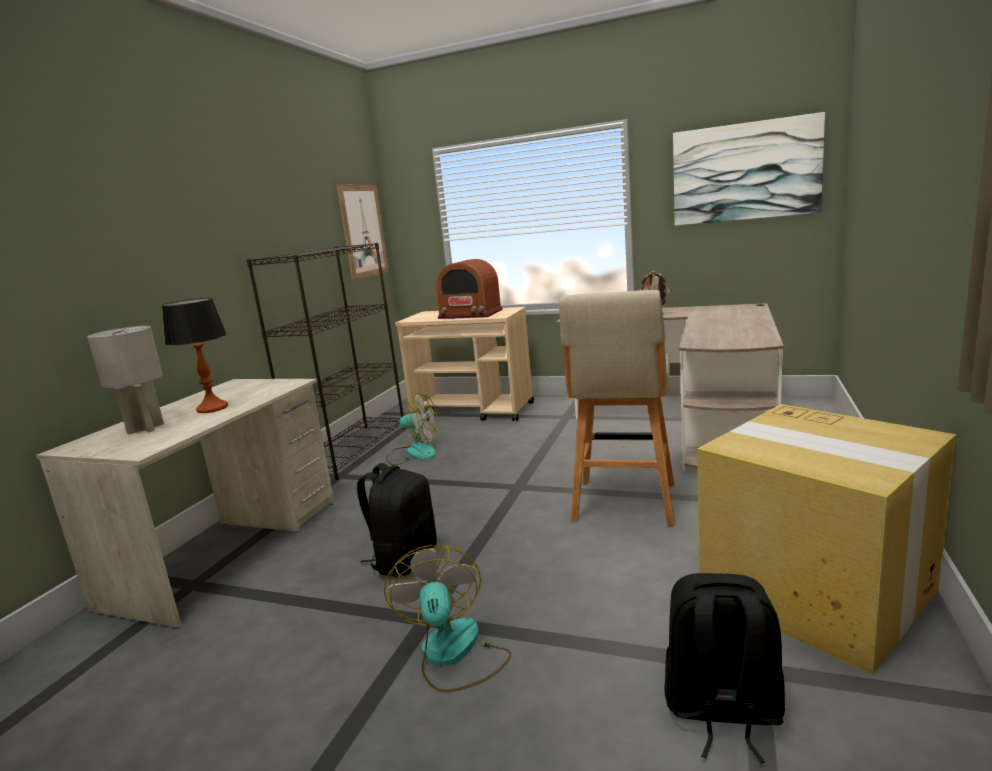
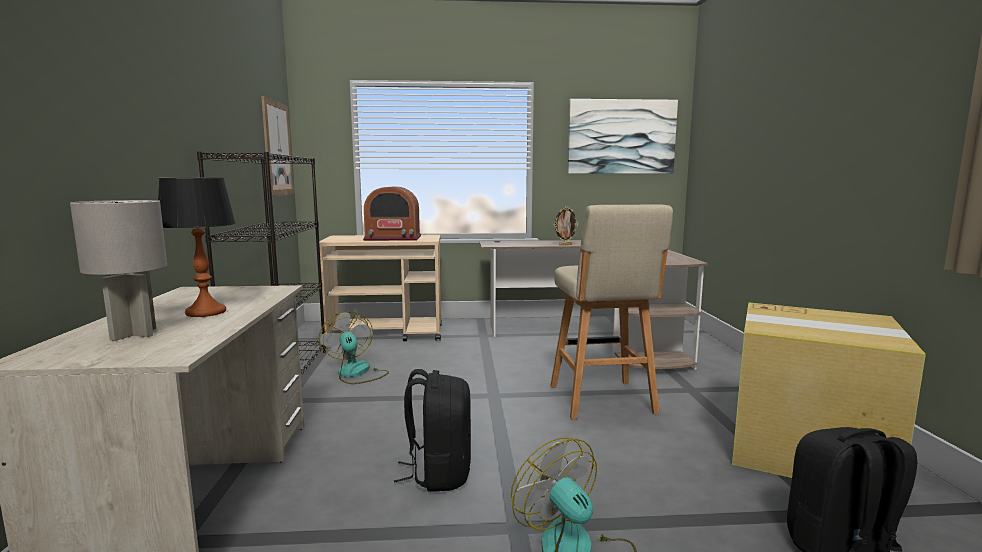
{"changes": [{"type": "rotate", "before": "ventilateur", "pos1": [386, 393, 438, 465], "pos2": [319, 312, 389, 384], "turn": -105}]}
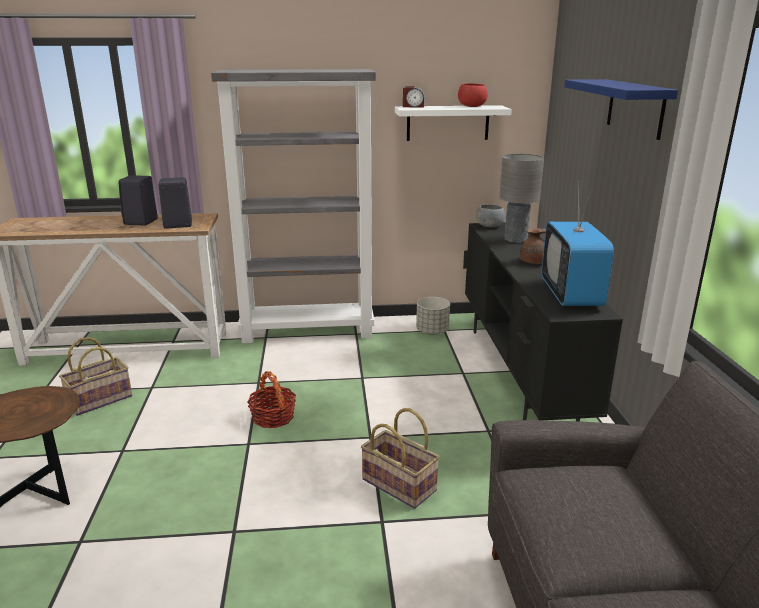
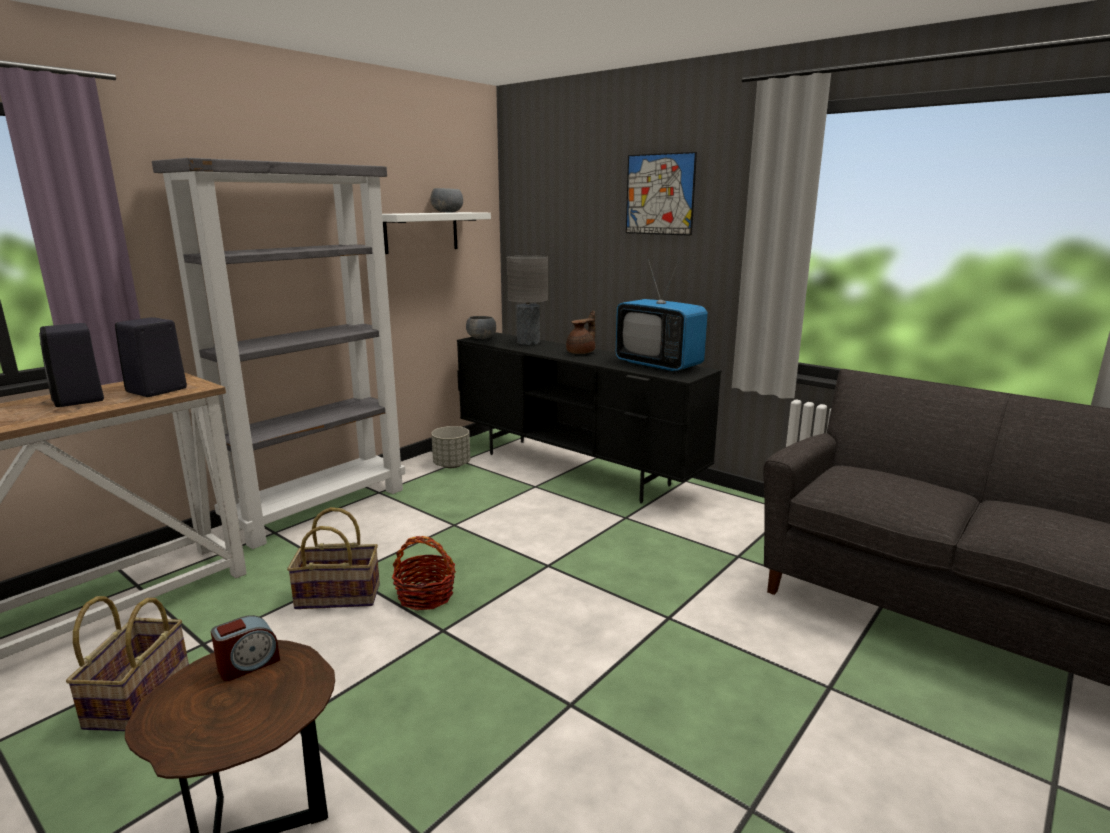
{"changes": [{"type": "replace", "before": "étagère (bleu)", "after": "tableau", "pos1": [564, 79, 678, 140], "pos2": [626, 152, 697, 236]}, {"type": "recolor", "before": "bol (rouge)", "after": "bol (gris)", "pos1": [458, 83, 488, 107], "pos2": [430, 188, 463, 213]}, {"type": "move", "before": "réveil", "pos1": [403, 86, 424, 108], "pos2": [211, 615, 280, 681]}, {"type": "move", "before": "panier", "pos1": [361, 408, 440, 509], "pos2": [287, 507, 380, 609]}]}
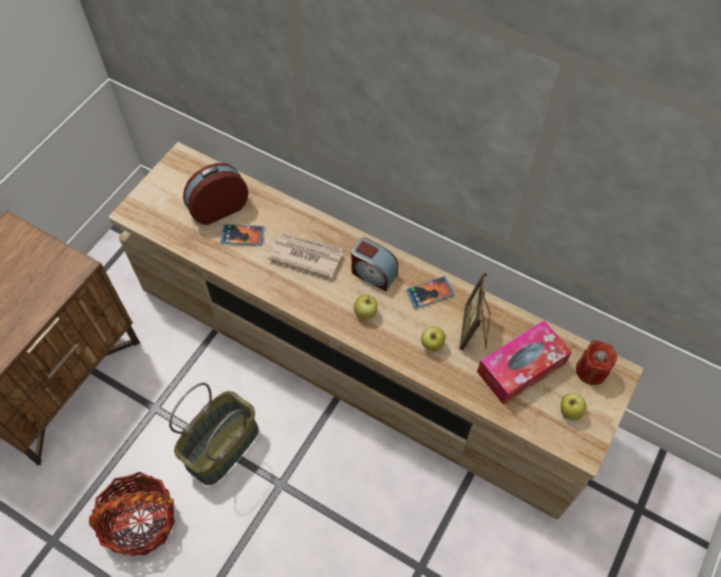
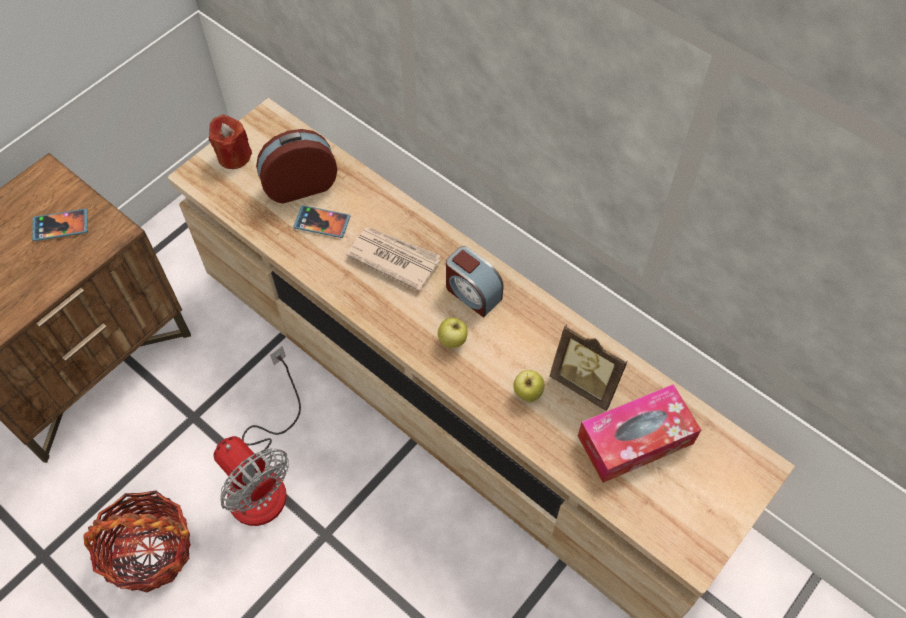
{"changes": [{"type": "rotate", "before": "cadre photo", "pos1": [459, 273, 490, 350], "pos2": [549, 324, 627, 411], "turn": -75}, {"type": "move", "before": "téléphone", "pos1": [406, 276, 454, 309], "pos2": [32, 209, 88, 241]}, {"type": "move", "before": "bougie (rouge)", "pos1": [576, 340, 617, 385], "pos2": [209, 114, 252, 169]}, {"type": "replace", "before": "panier", "after": "ventilateur", "pos1": [169, 383, 259, 485], "pos2": [214, 346, 301, 526]}, {"type": "delete", "before": "pomme", "pos1": [560, 393, 586, 420]}]}
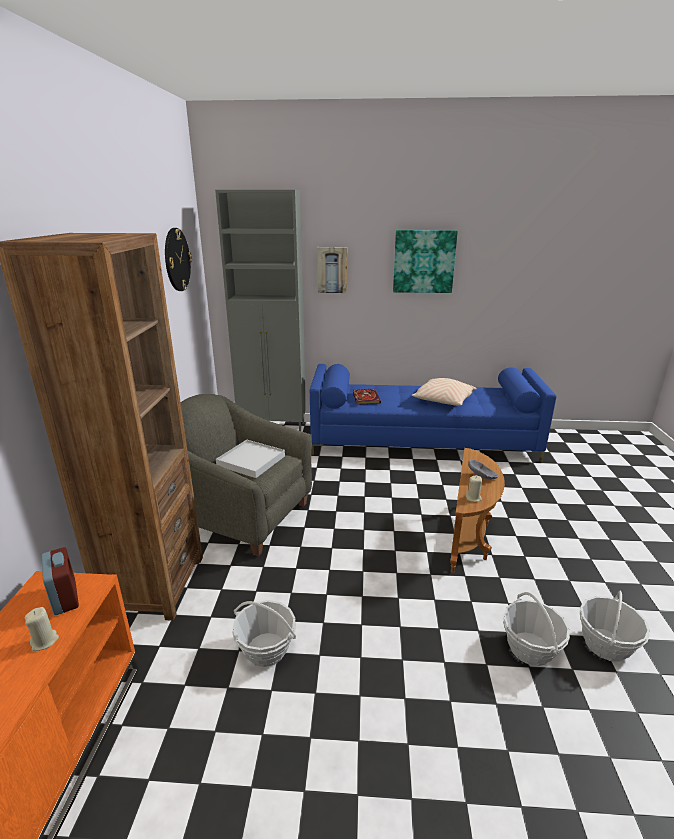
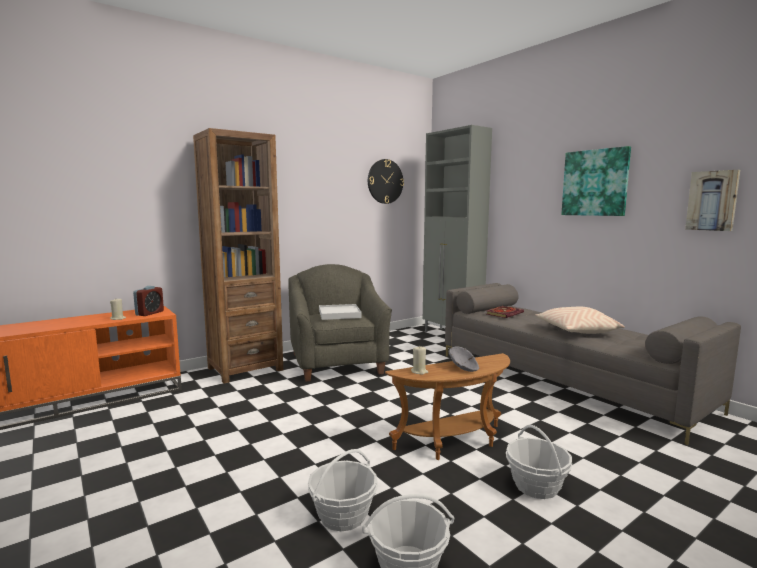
{"changes": [{"type": "move", "before": "tableau", "pos1": [317, 247, 347, 293], "pos2": [685, 170, 740, 231]}, {"type": "recolor", "before": "canapé (bleu)", "after": "canapé (gris)", "pos1": [310, 364, 556, 463], "pos2": [445, 283, 741, 445]}, {"type": "move", "before": "panier", "pos1": [232, 600, 296, 667], "pos2": [506, 425, 572, 499]}]}
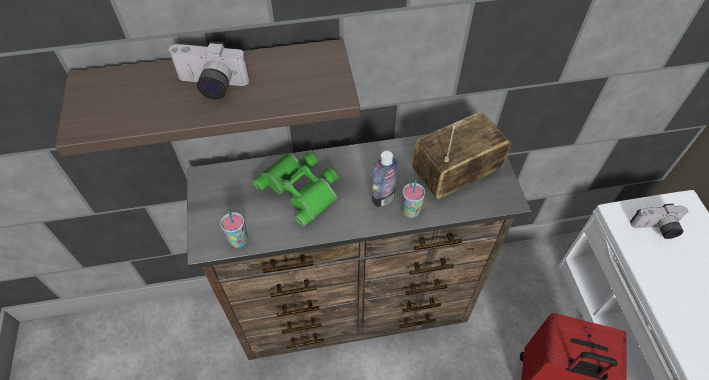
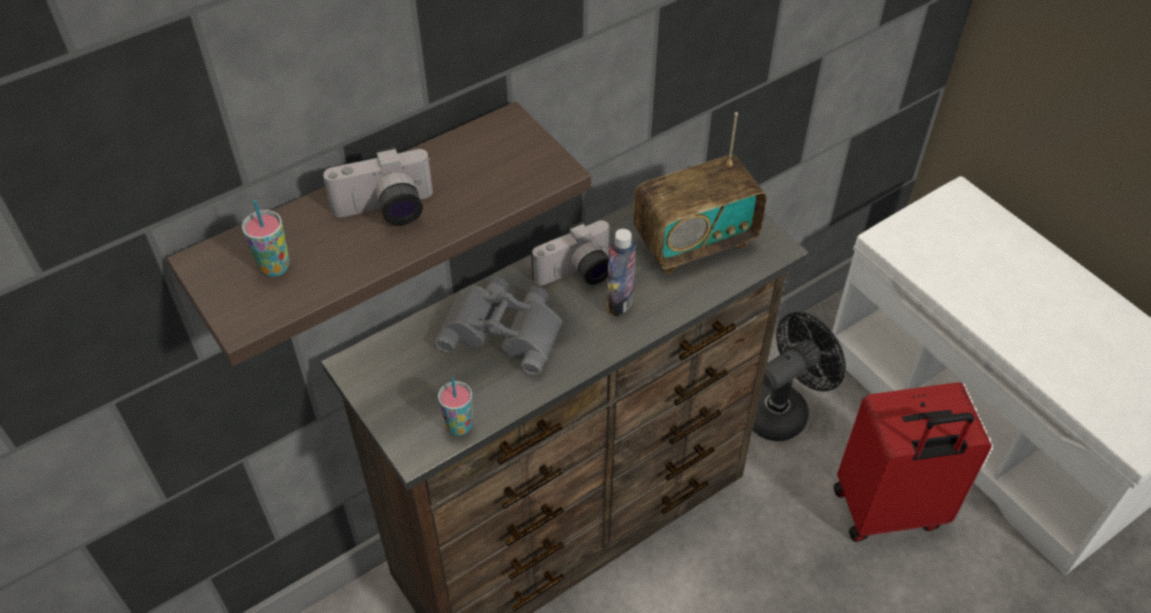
{"changes": [{"type": "rotate", "before": "radio", "pos1": [412, 112, 510, 200], "pos2": [633, 112, 766, 274], "turn": -150}, {"type": "recolor", "before": "jumelles (vert)", "after": "jumelles (gris)", "pos1": [252, 152, 338, 227], "pos2": [434, 276, 562, 376]}, {"type": "move", "before": "tasse", "pos1": [402, 180, 425, 218], "pos2": [242, 200, 290, 277]}, {"type": "move", "before": "appareil photo", "pos1": [630, 204, 688, 239], "pos2": [531, 220, 610, 286]}, {"type": "insert", "after": "ventilateur (noir)", "pos2": [752, 312, 846, 441]}]}
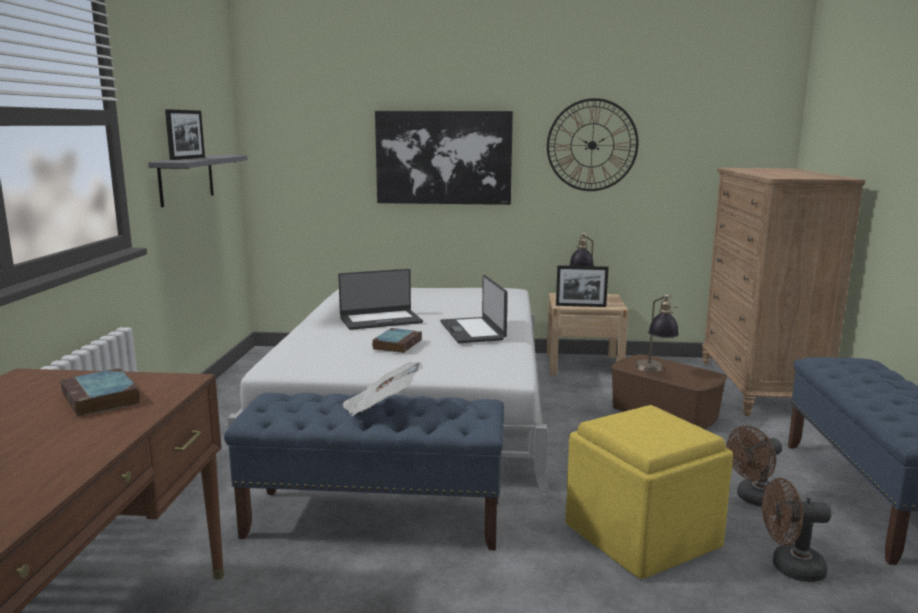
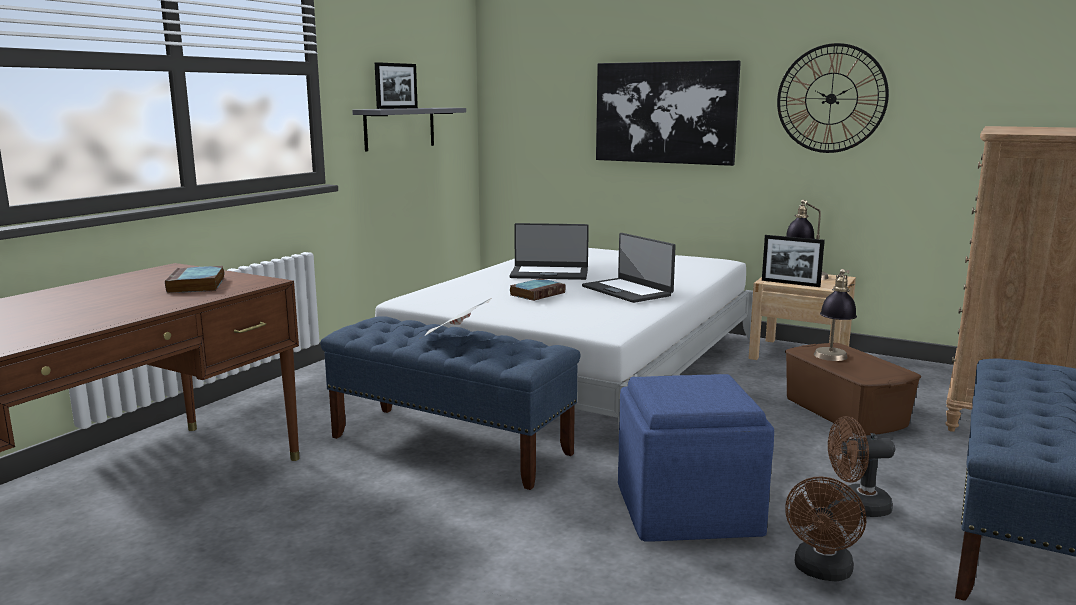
{"changes": [{"type": "rotate", "before": "ordinateur portable", "pos1": [440, 275, 508, 343], "pos2": [582, 233, 676, 303], "turn": -45}, {"type": "recolor", "before": "pouf (jaune)", "after": "pouf (bleu)", "pos1": [566, 405, 733, 579], "pos2": [618, 374, 774, 542]}, {"type": "rotate", "before": "ventilateur (marron)", "pos1": [762, 478, 831, 582], "pos2": [785, 477, 866, 582], "turn": -90}]}
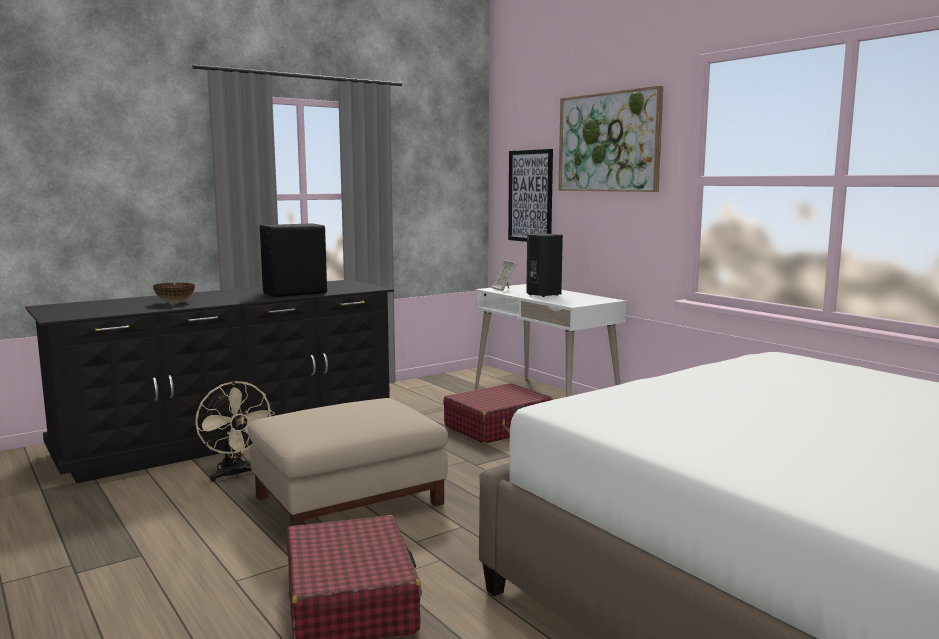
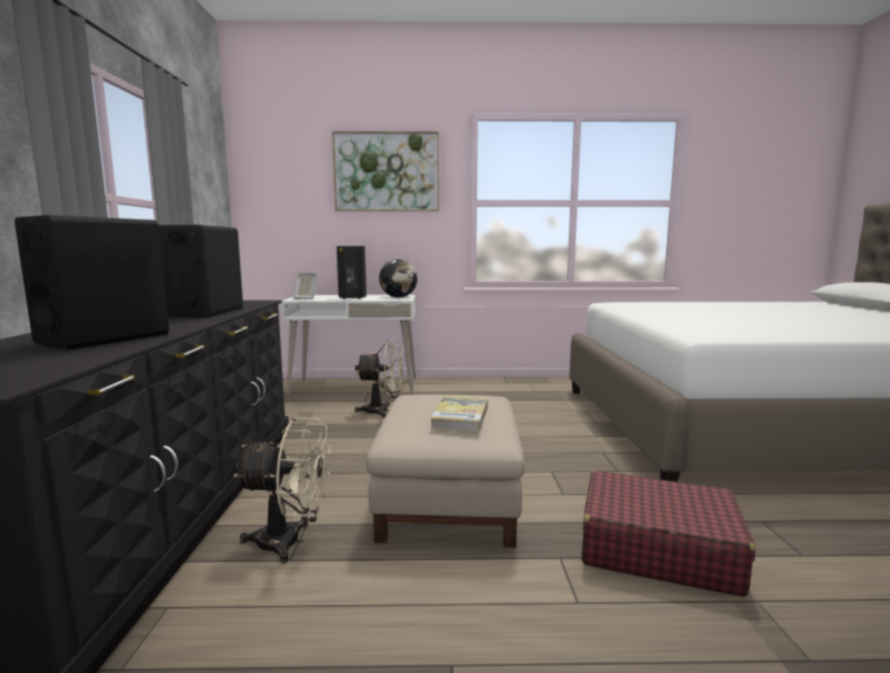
{"changes": [{"type": "delete", "before": "tableau", "pos1": [508, 149, 553, 242]}, {"type": "replace", "before": "bol", "after": "enceinte (noir)", "pos1": [153, 283, 195, 303], "pos2": [15, 215, 169, 350]}, {"type": "replace", "before": "valise (rouge)", "after": "ventilateur (beige)", "pos1": [443, 383, 553, 444], "pos2": [355, 340, 403, 418]}, {"type": "insert", "after": "globe", "pos2": [379, 259, 417, 298]}, {"type": "insert", "after": "livre", "pos2": [430, 396, 488, 432]}]}
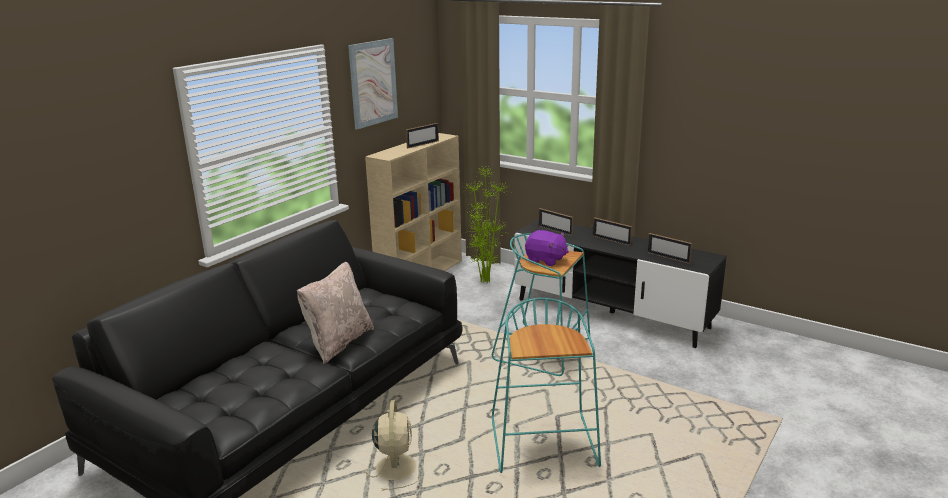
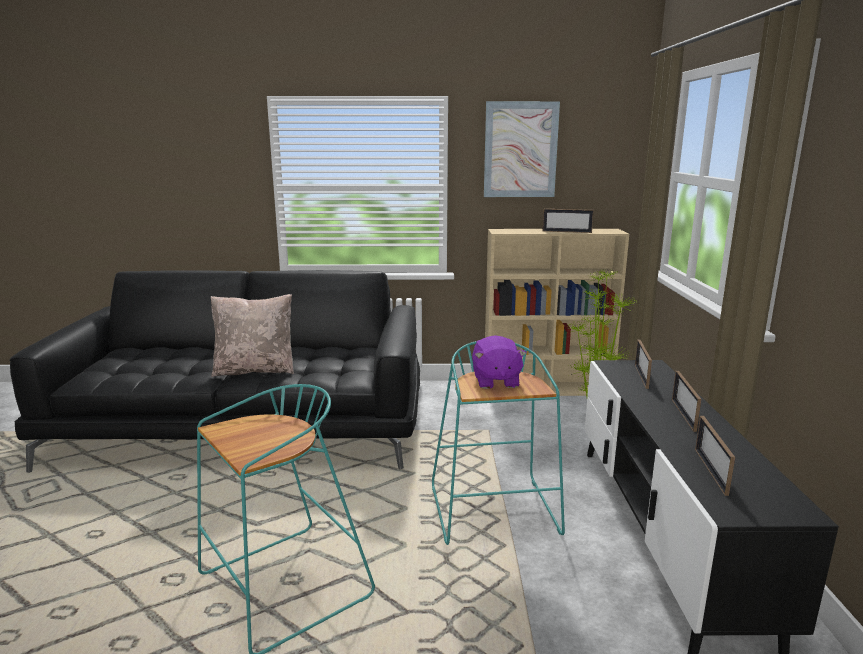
{"changes": [{"type": "delete", "before": "ventilateur (beige)", "pos1": [365, 400, 423, 490]}]}
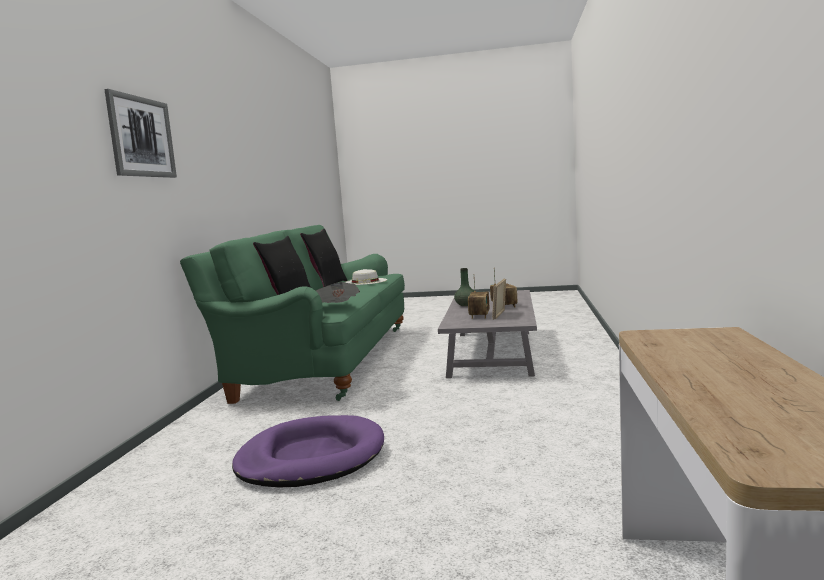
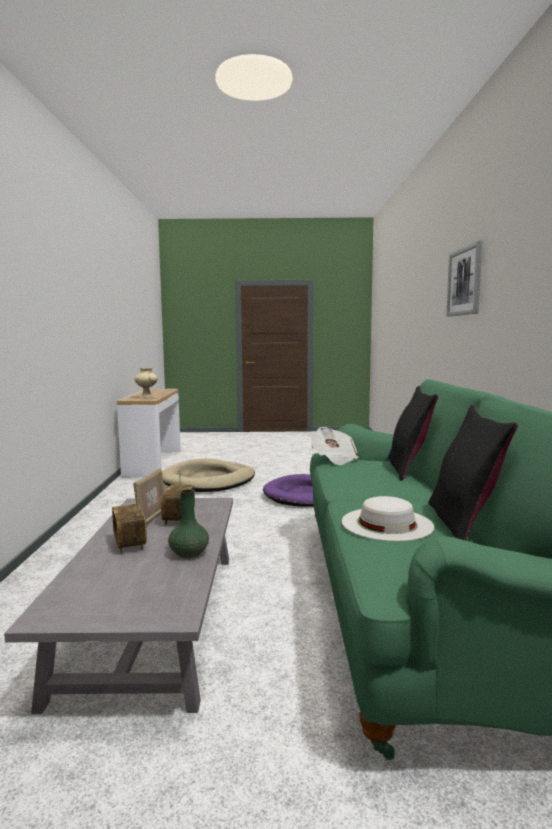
{"changes": [{"type": "insert", "after": "vase (beige)", "pos2": [134, 368, 158, 398]}, {"type": "insert", "after": "panier pour chien (beige)", "pos2": [162, 458, 255, 492]}]}
